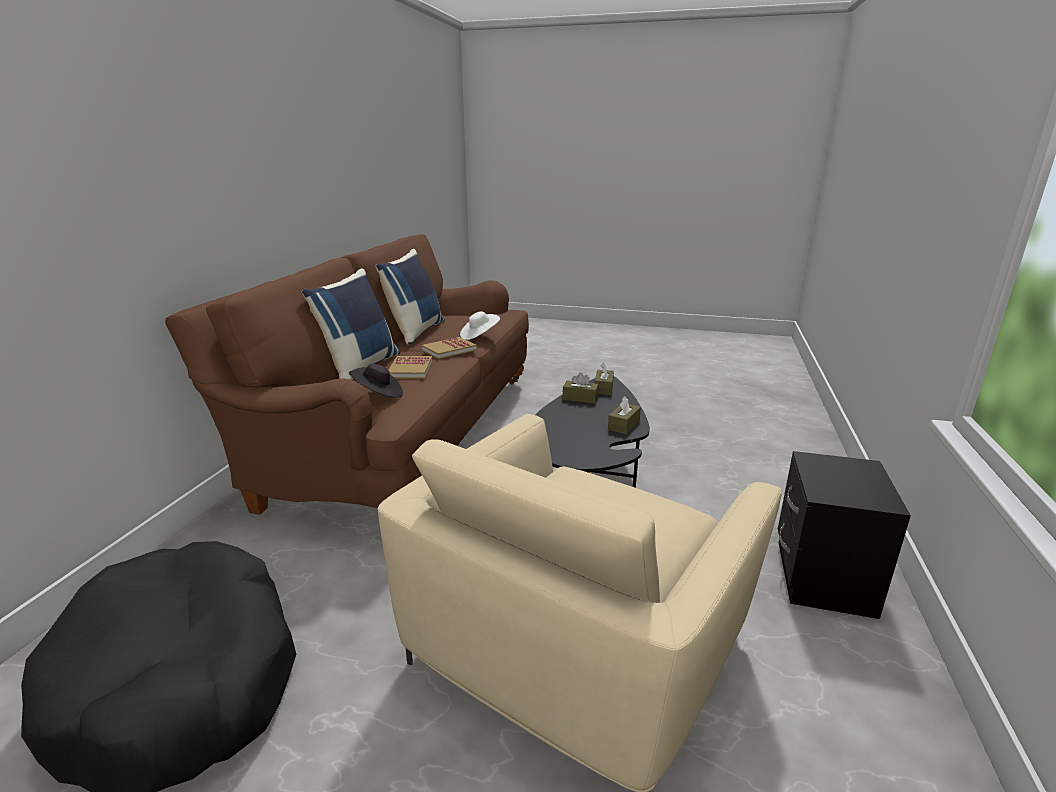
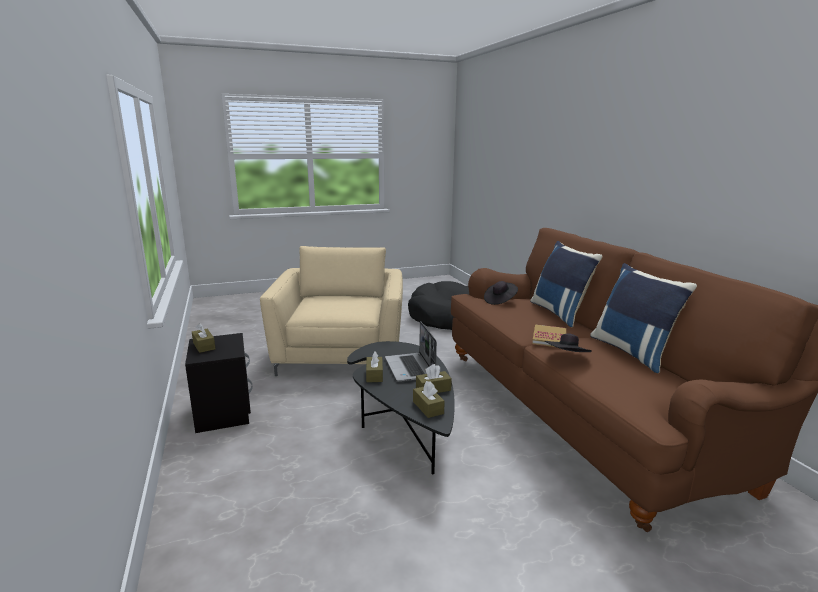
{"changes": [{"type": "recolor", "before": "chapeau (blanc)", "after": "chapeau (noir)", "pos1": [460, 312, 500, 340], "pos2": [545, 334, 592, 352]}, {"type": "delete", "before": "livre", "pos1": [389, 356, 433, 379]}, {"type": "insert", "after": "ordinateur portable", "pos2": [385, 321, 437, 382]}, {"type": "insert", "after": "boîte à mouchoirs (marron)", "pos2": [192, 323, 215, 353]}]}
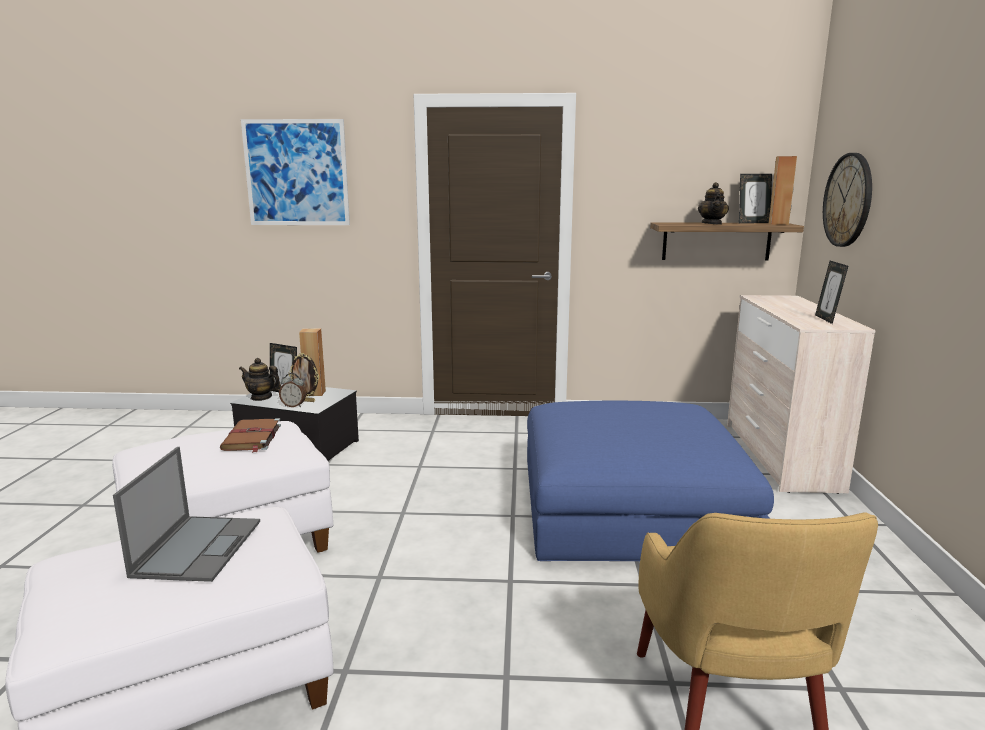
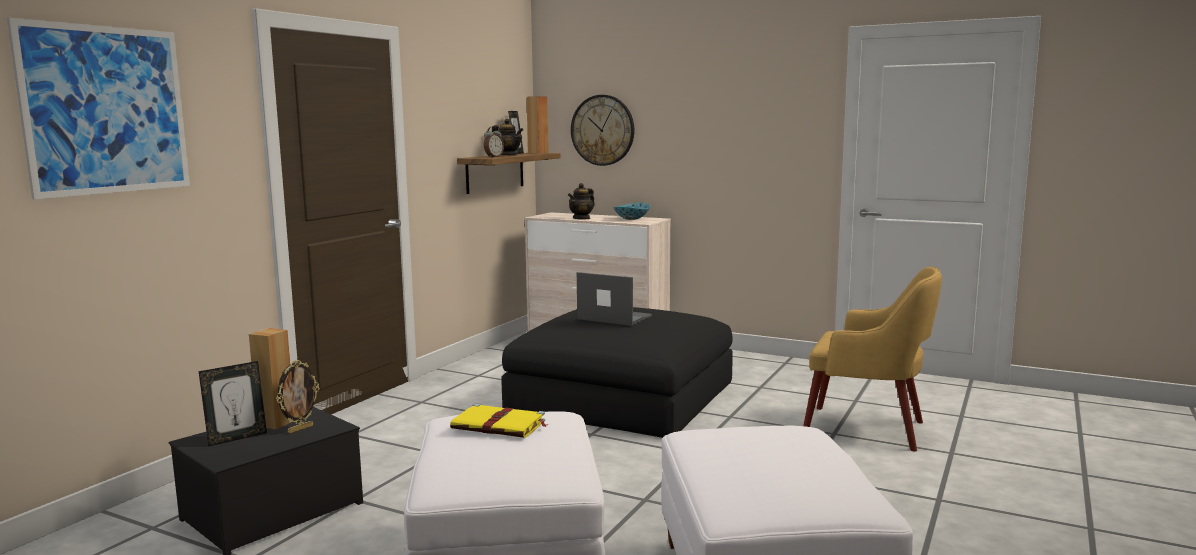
{"changes": [{"type": "replace", "before": "cadre photo", "after": "bol", "pos1": [815, 261, 848, 324], "pos2": [613, 203, 651, 220]}, {"type": "move", "before": "théière", "pos1": [239, 358, 281, 401], "pos2": [568, 183, 595, 220]}, {"type": "move", "before": "réveil", "pos1": [279, 373, 306, 407], "pos2": [484, 126, 504, 158]}, {"type": "recolor", "before": "pouf (bleu)", "after": "pouf (noir)", "pos1": [527, 401, 774, 561], "pos2": [501, 307, 733, 438]}, {"type": "recolor", "before": "livre (marron)", "after": "livre (jaune)", "pos1": [220, 418, 281, 453], "pos2": [450, 403, 547, 438]}, {"type": "move", "before": "ordinateur portable", "pos1": [113, 447, 260, 582], "pos2": [577, 272, 652, 326]}]}
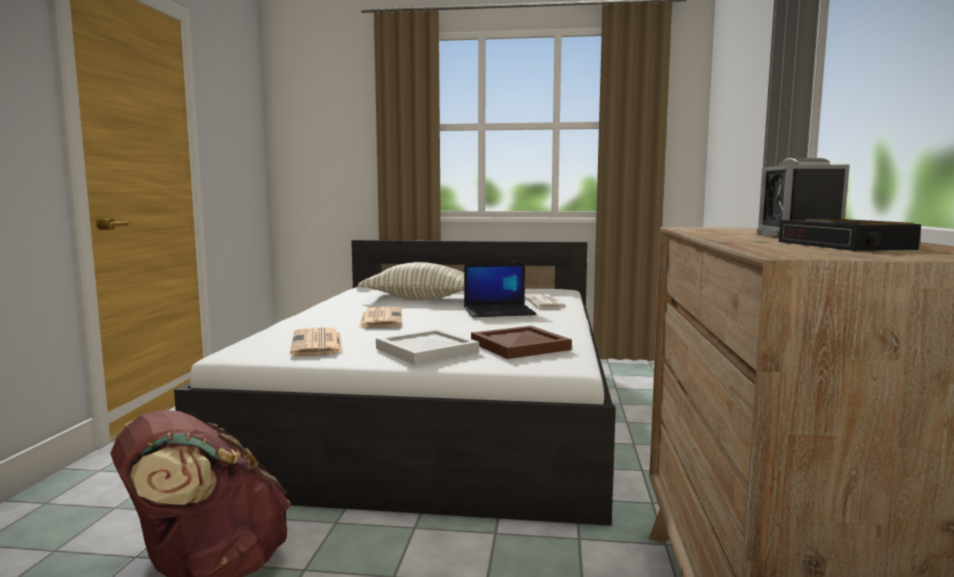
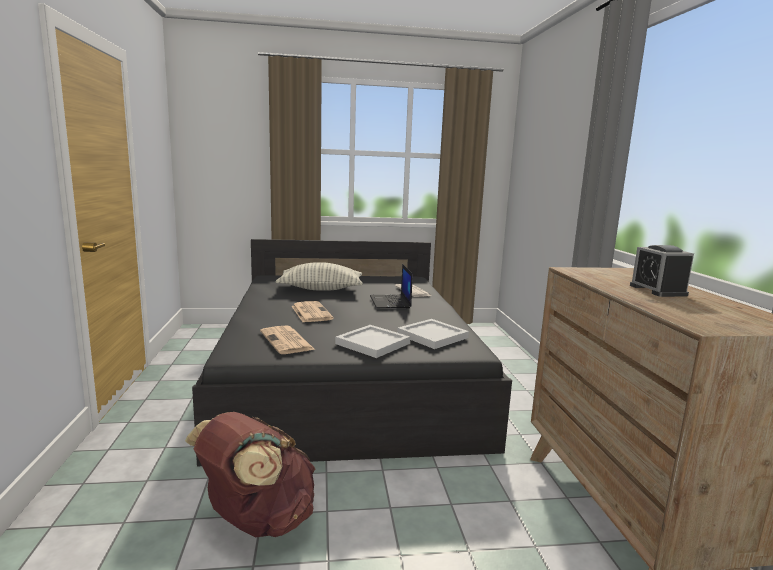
{"changes": [{"type": "delete", "before": "réveil", "pos1": [779, 219, 921, 251]}, {"type": "recolor", "before": "lit (blanc)", "after": "lit (noir)", "pos1": [174, 240, 616, 526], "pos2": [192, 239, 512, 466]}, {"type": "rotate", "before": "ordinateur portable", "pos1": [464, 261, 536, 317], "pos2": [370, 264, 413, 309], "turn": 105}, {"type": "recolor", "before": "plateau (marron)", "after": "plateau (blanc)", "pos1": [471, 326, 572, 359], "pos2": [397, 319, 469, 349]}]}
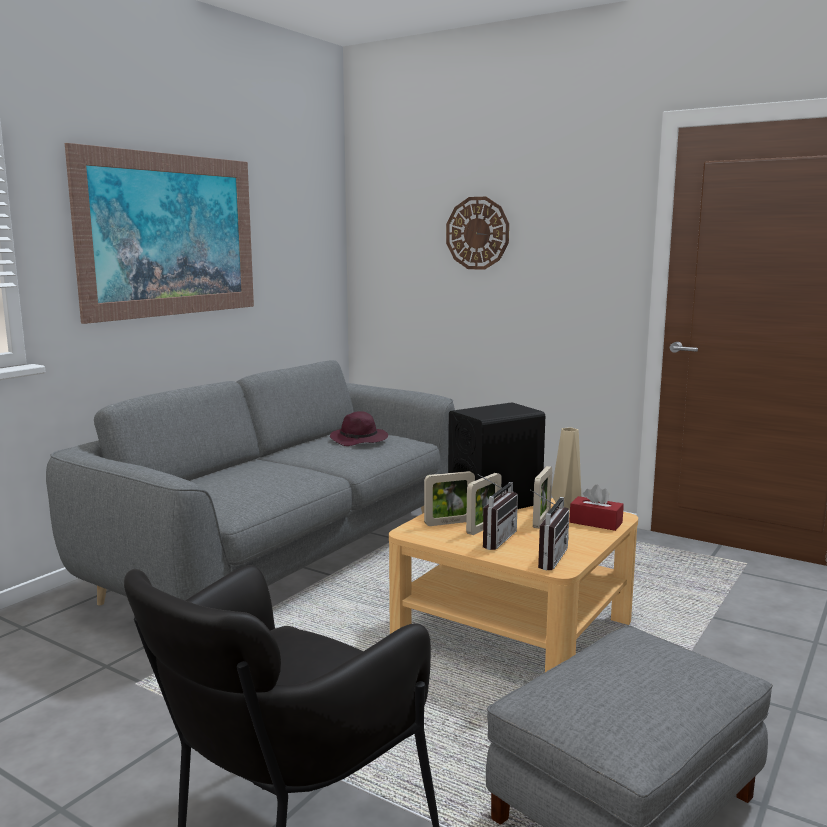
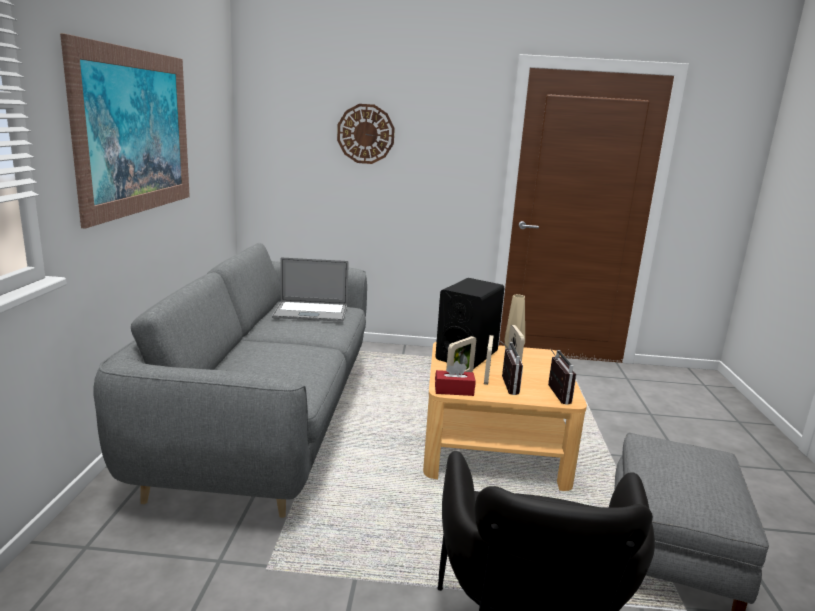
{"changes": [{"type": "replace", "before": "chapeau (violet)", "after": "ordinateur portable", "pos1": [330, 411, 388, 446], "pos2": [272, 257, 349, 322]}, {"type": "move", "before": "boîte à mouchoirs (rouge)", "pos1": [569, 485, 624, 531], "pos2": [435, 361, 476, 396]}]}
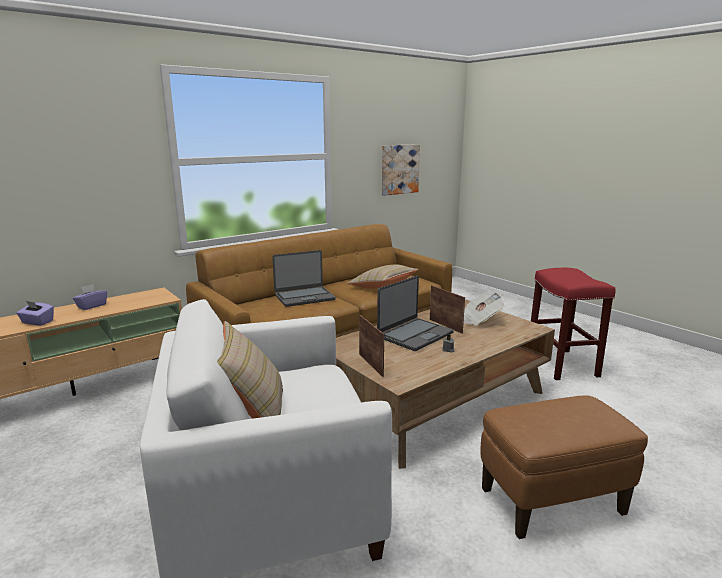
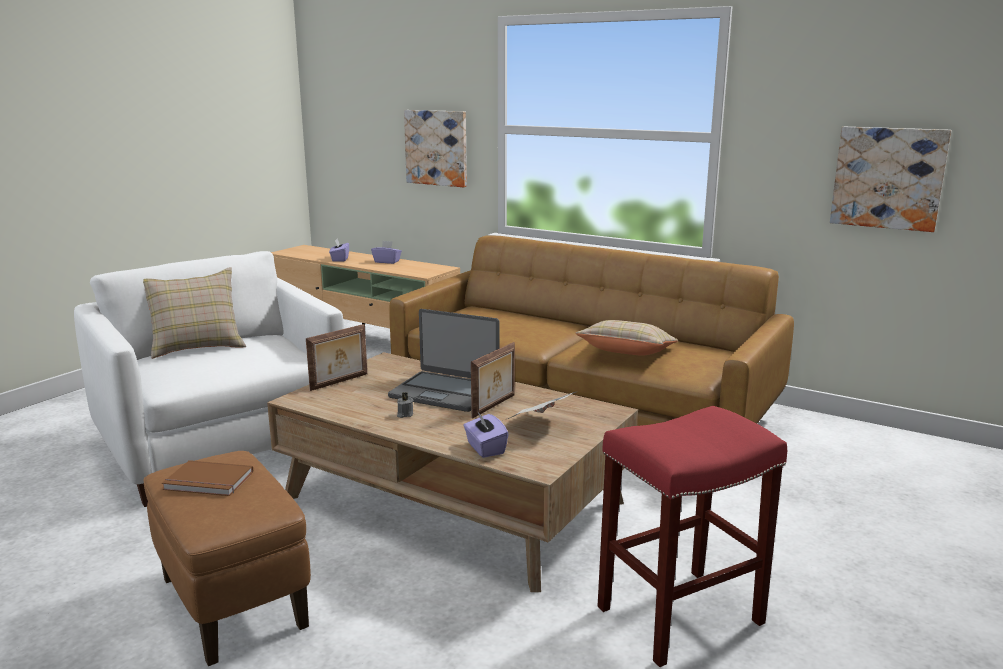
{"changes": [{"type": "delete", "before": "ordinateur portable", "pos1": [272, 250, 336, 307]}, {"type": "insert", "after": "tableau", "pos2": [404, 110, 467, 187]}, {"type": "insert", "after": "boîte à mouchoirs (violet)", "pos2": [463, 412, 508, 458]}, {"type": "insert", "after": "livre (marron)", "pos2": [162, 460, 253, 496]}]}
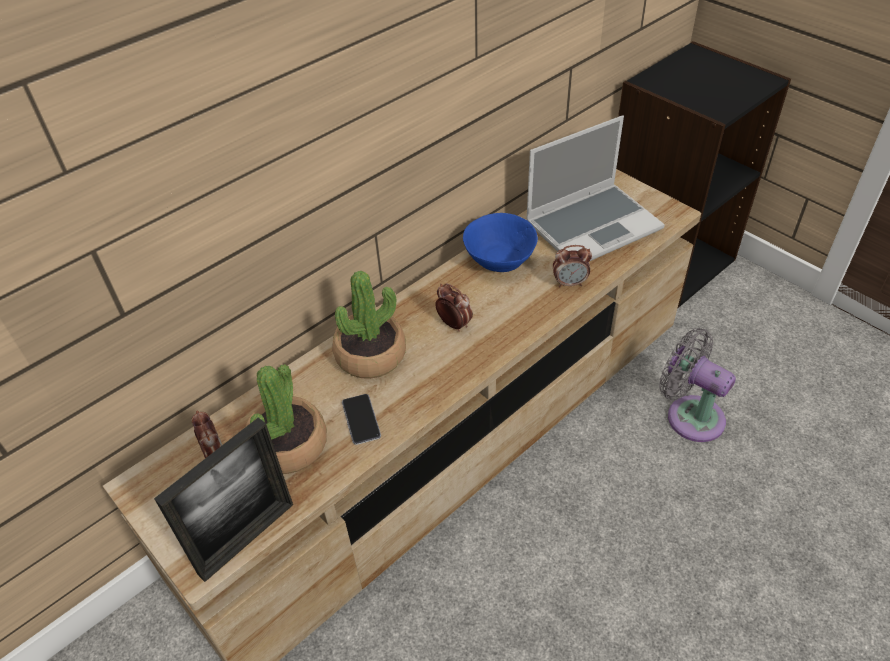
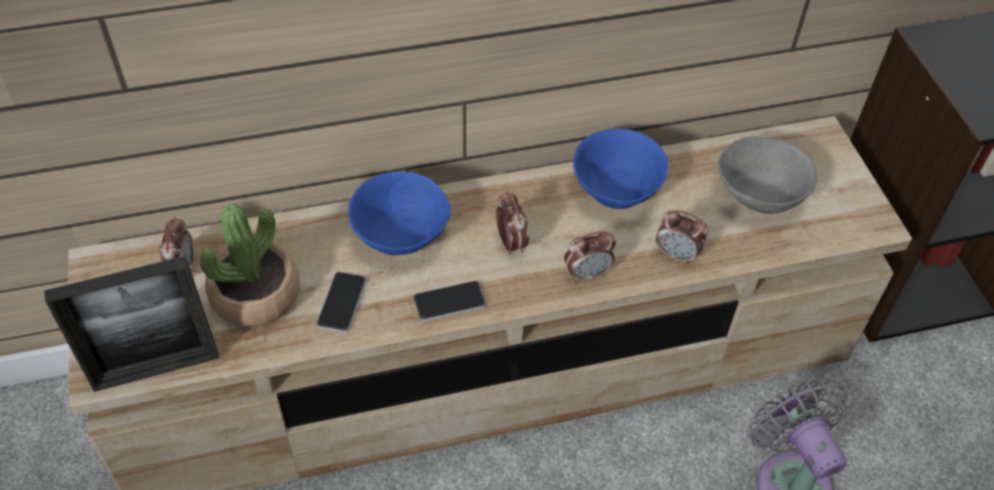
{"changes": [{"type": "replace", "before": "ordinateur portable", "after": "bol (gris)", "pos1": [526, 115, 665, 261], "pos2": [718, 136, 817, 214]}, {"type": "replace", "before": "plante en pot", "after": "bol (bleu)", "pos1": [332, 271, 406, 379], "pos2": [348, 171, 451, 255]}, {"type": "insert", "after": "réveil", "pos2": [564, 231, 616, 283]}, {"type": "insert", "after": "téléphone", "pos2": [413, 281, 486, 321]}]}
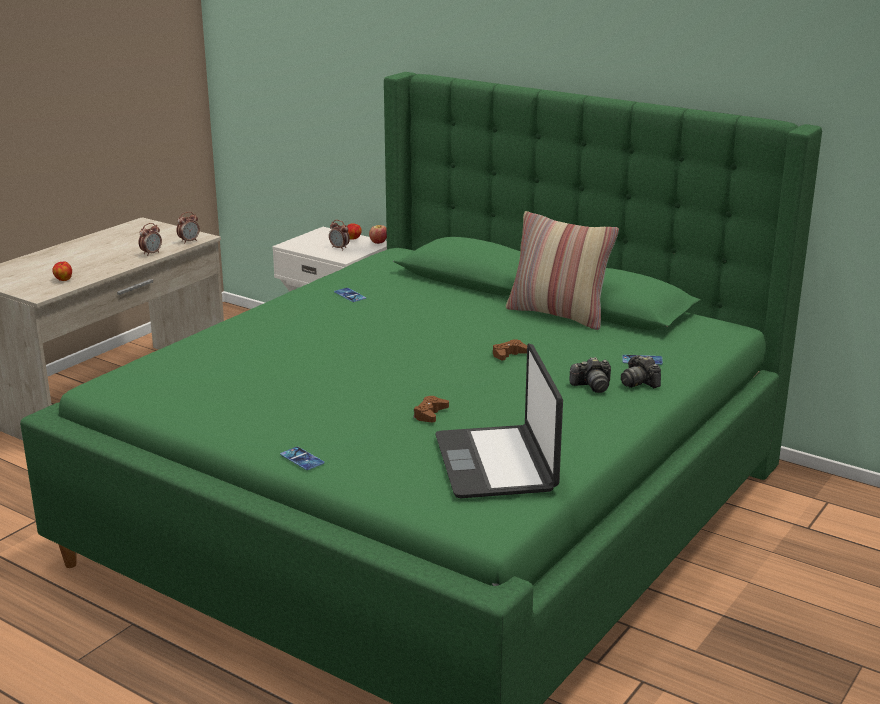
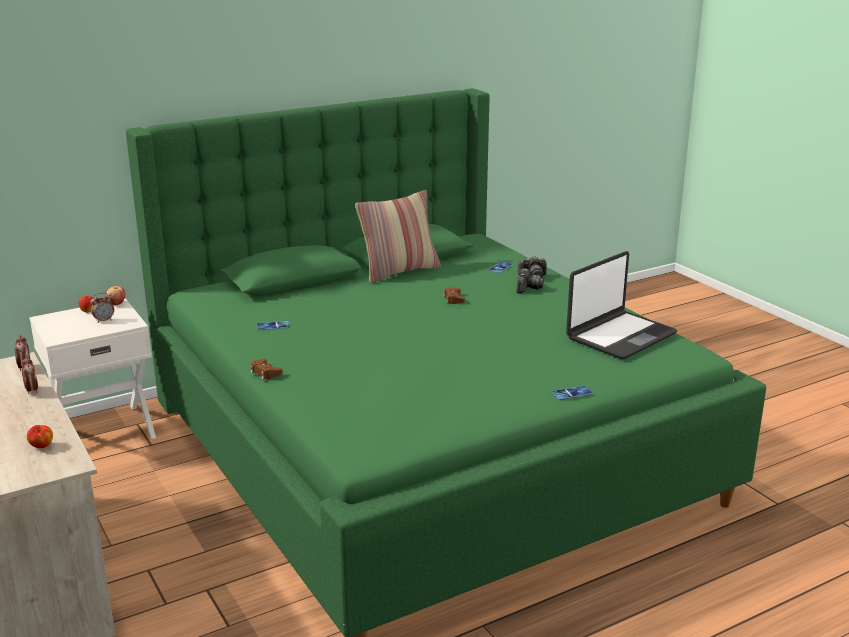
{"changes": [{"type": "rotate", "before": "ordinateur portable", "pos1": [435, 344, 563, 498], "pos2": [566, 251, 677, 359], "turn": -60}, {"type": "move", "before": "manette (marron)", "pos1": [413, 396, 449, 422], "pos2": [250, 359, 283, 380]}]}
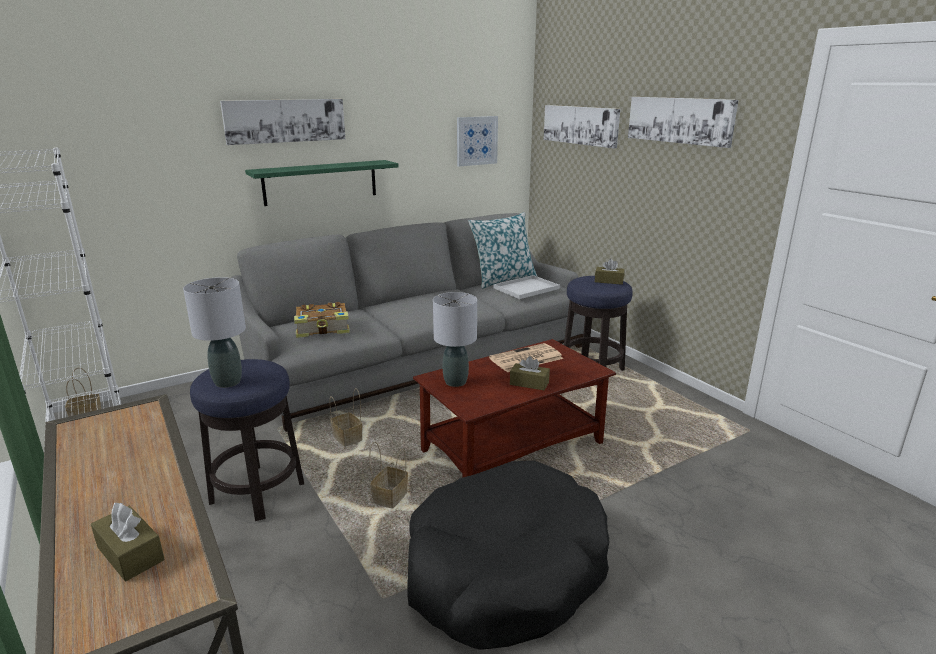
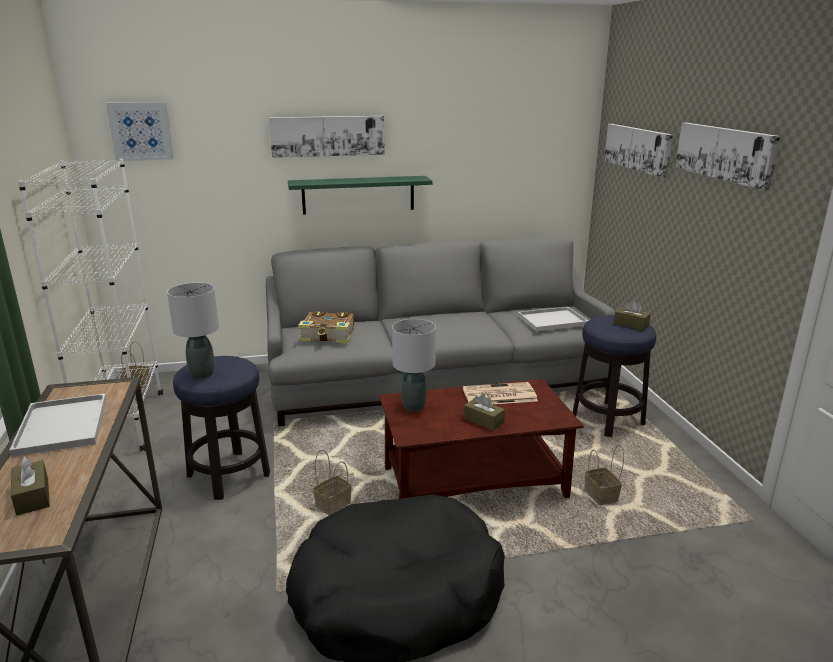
{"changes": [{"type": "move", "before": "tableau", "pos1": [457, 116, 498, 166], "pos2": [106, 102, 174, 161]}, {"type": "delete", "before": "coussin", "pos1": [468, 212, 537, 289]}, {"type": "move", "before": "panier", "pos1": [329, 388, 362, 447], "pos2": [585, 445, 624, 505]}, {"type": "insert", "after": "plateau (blanc)", "pos2": [9, 393, 106, 457]}]}
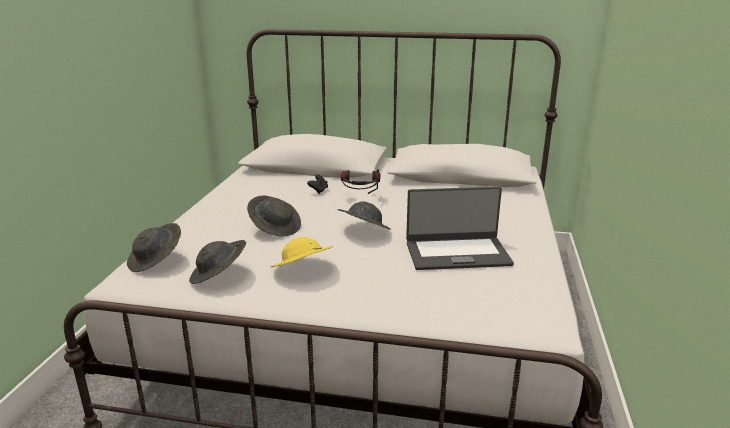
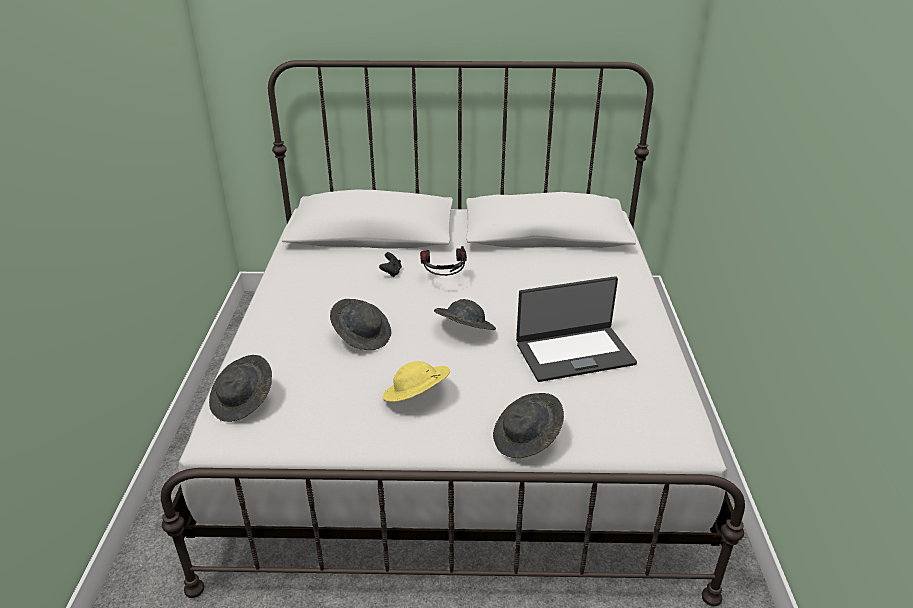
{"changes": [{"type": "move", "before": "chapeau (gris)", "pos1": [189, 240, 246, 284], "pos2": [493, 393, 564, 458]}]}
